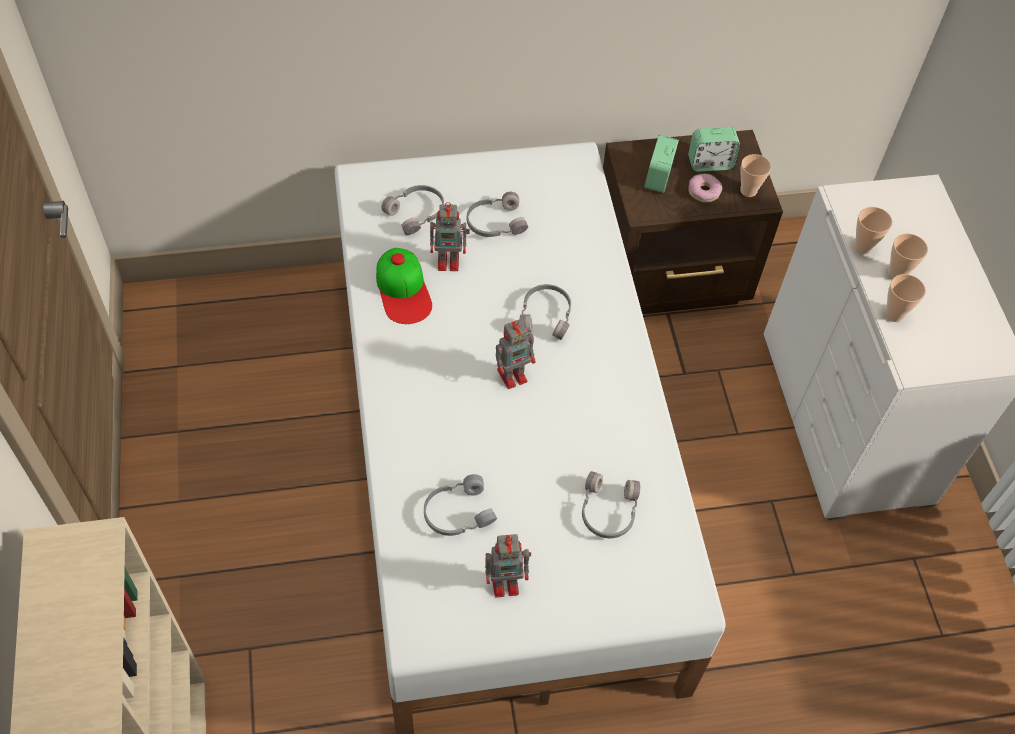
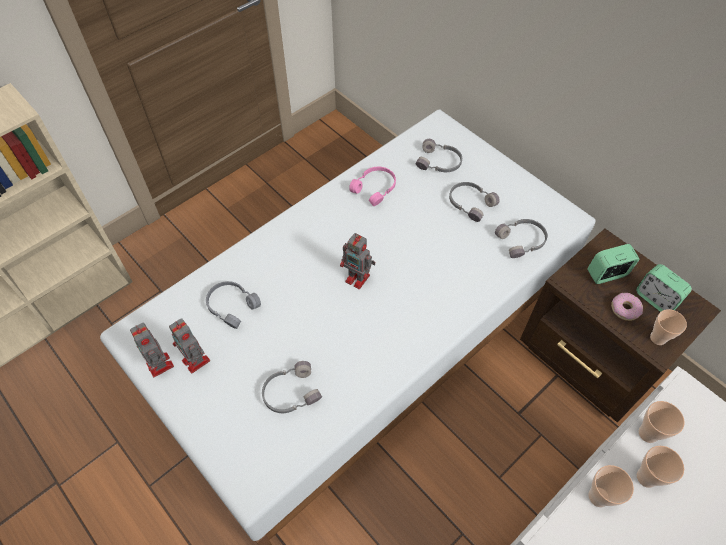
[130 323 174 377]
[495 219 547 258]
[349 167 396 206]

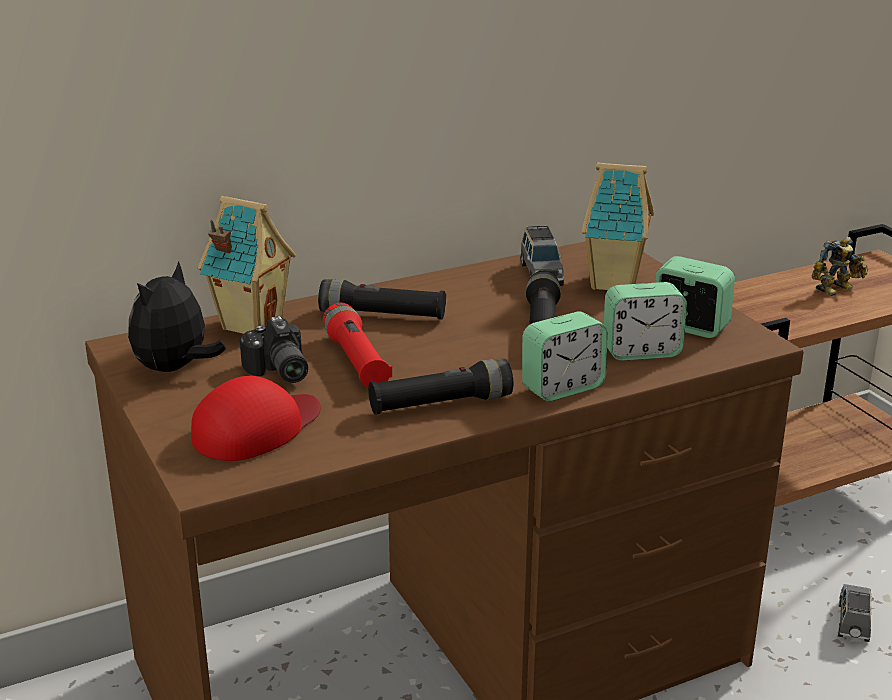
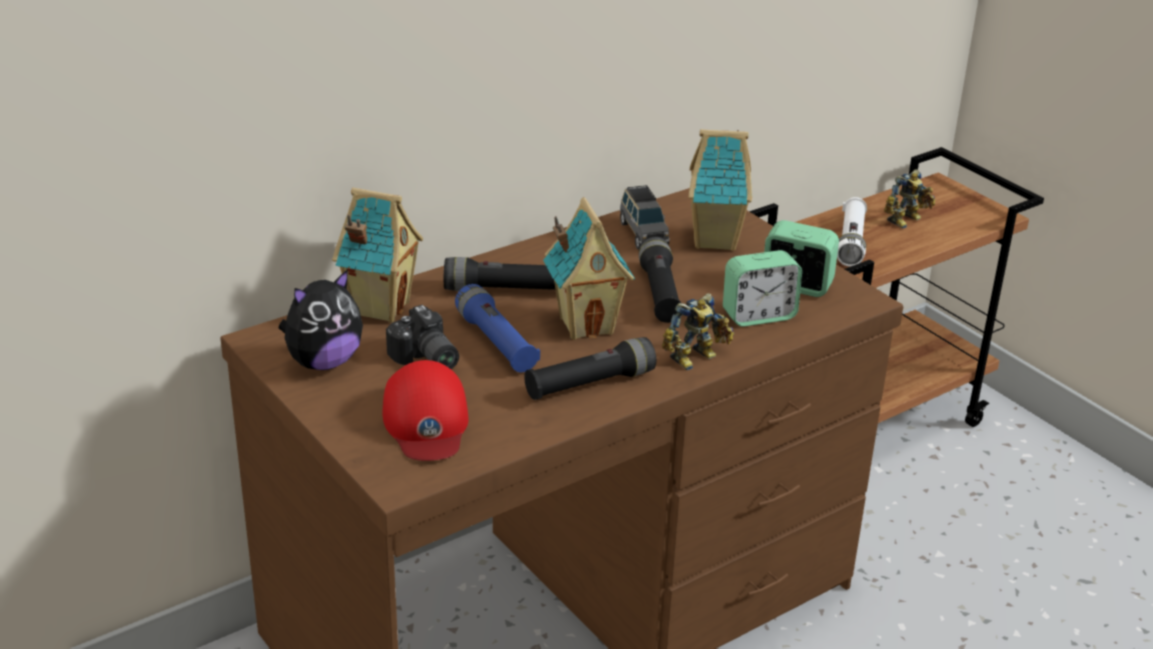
[838 584 874 642] (first image)
[543 197 635 340]
[837 197 867 267]
[662 293 734 370]
[455 284 540 372]
[279 269 363 370]
[382 360 468 461]

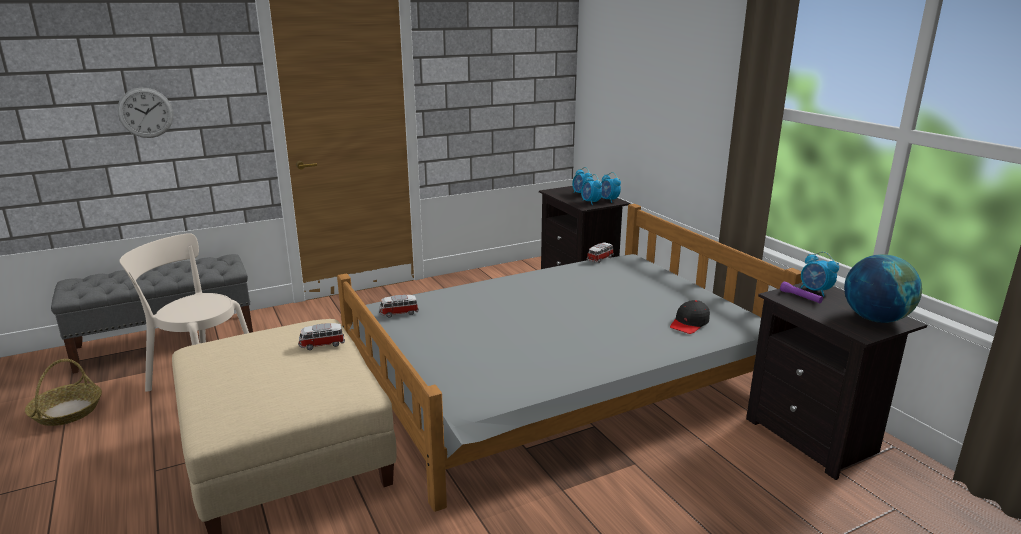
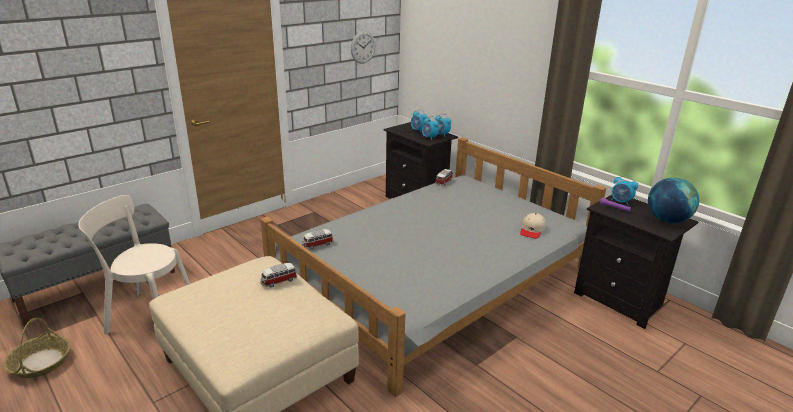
[351 31 375 63]
[520 213 545 239]

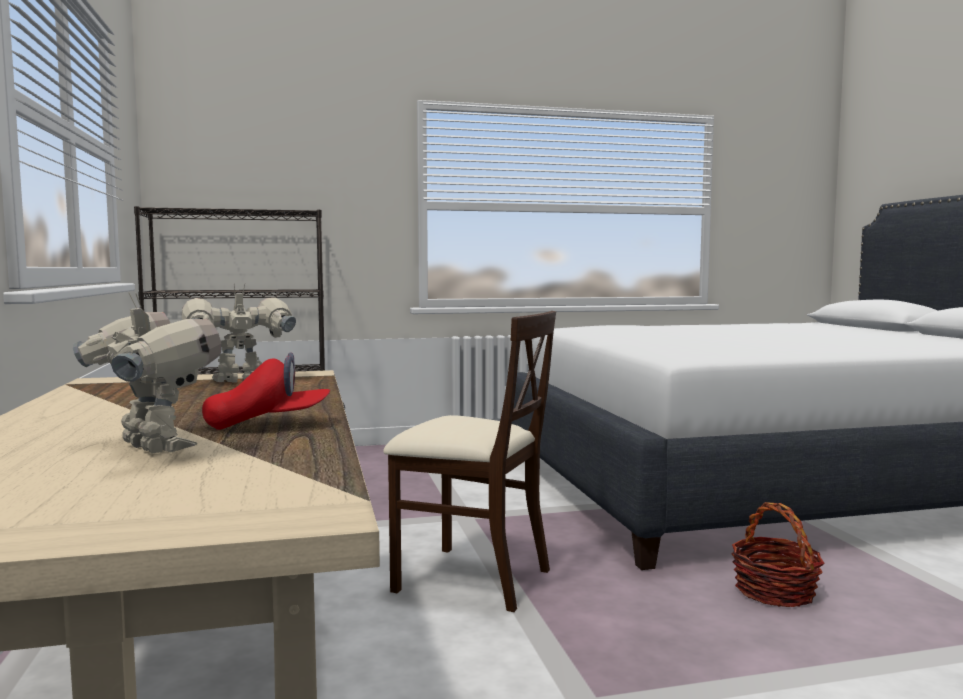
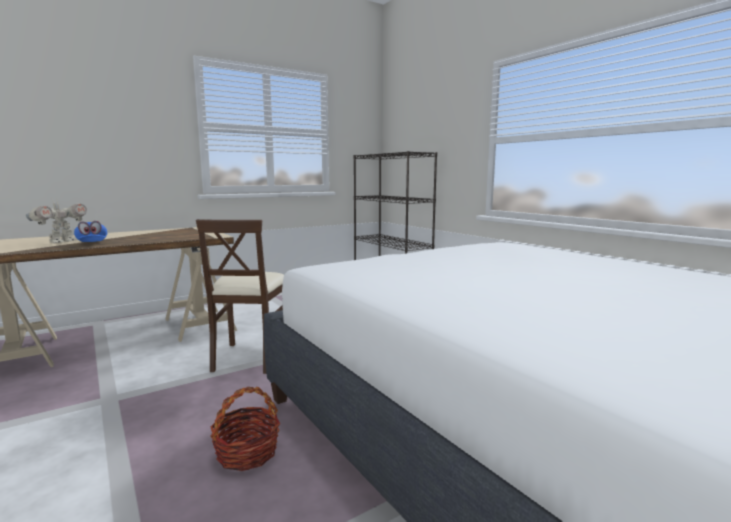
[182 284 296 382] (first image)
[74 221 107 242]

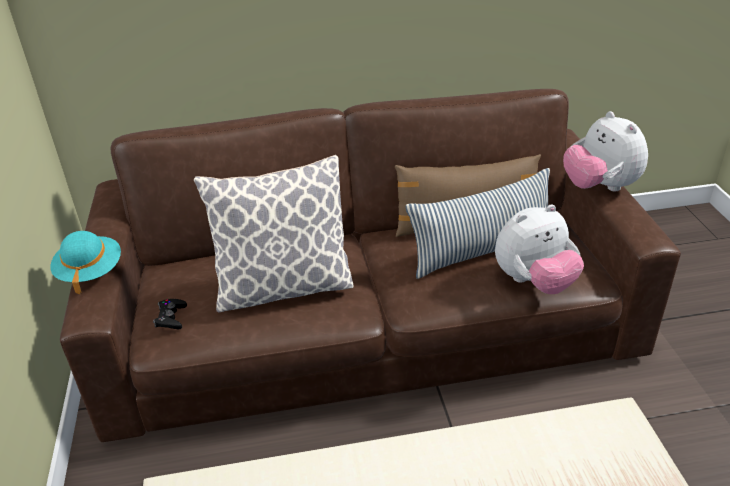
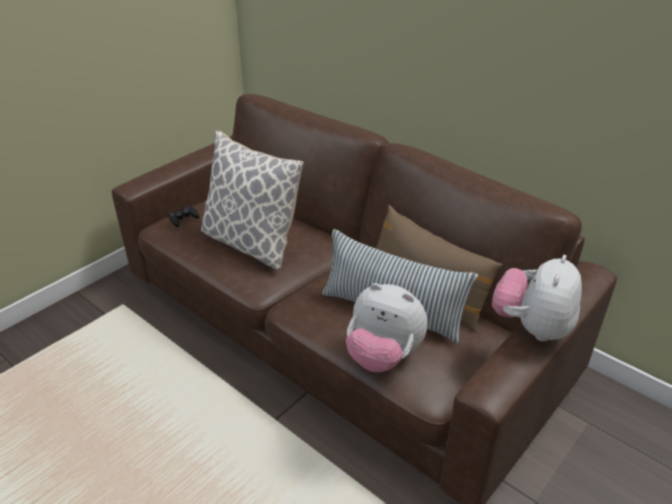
[50 231 121 294] (first image)

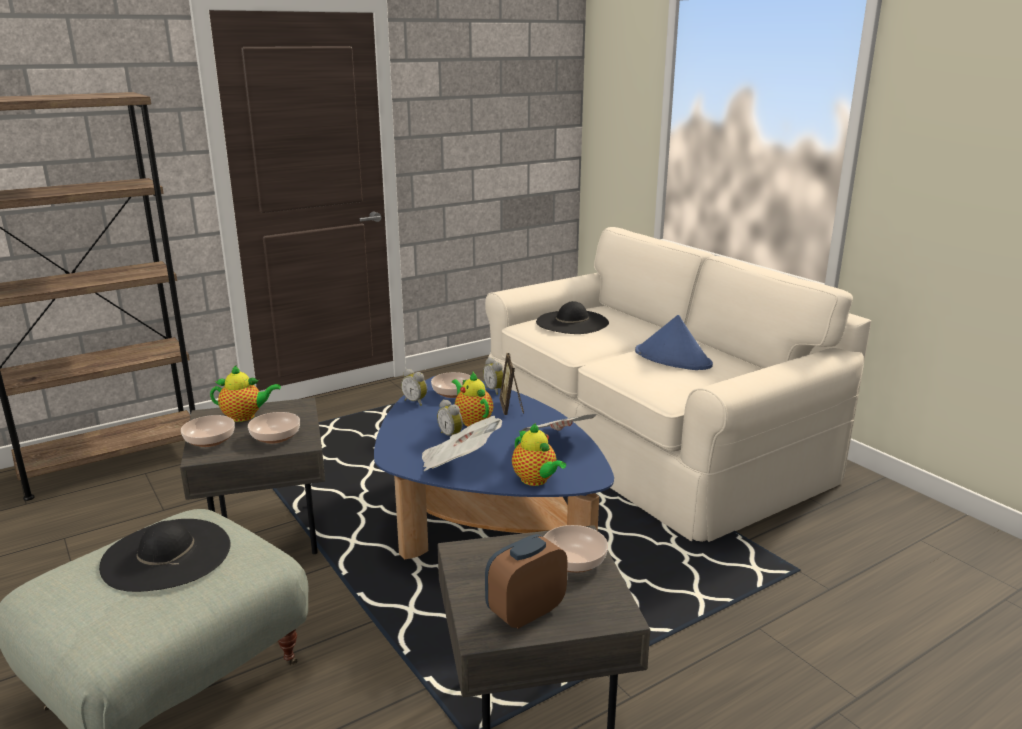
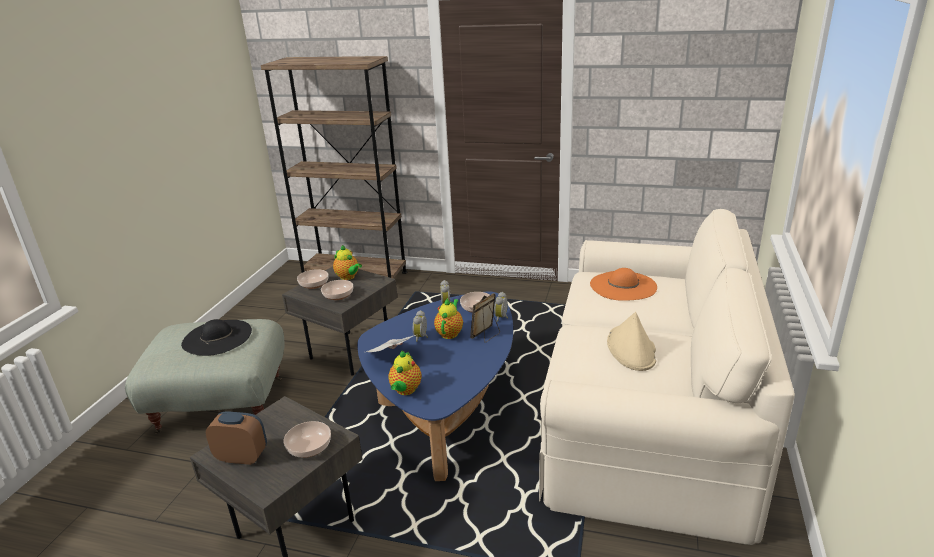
[521 414 597 431] (first image)
[590 268 657 301]
[607 312 656 371]

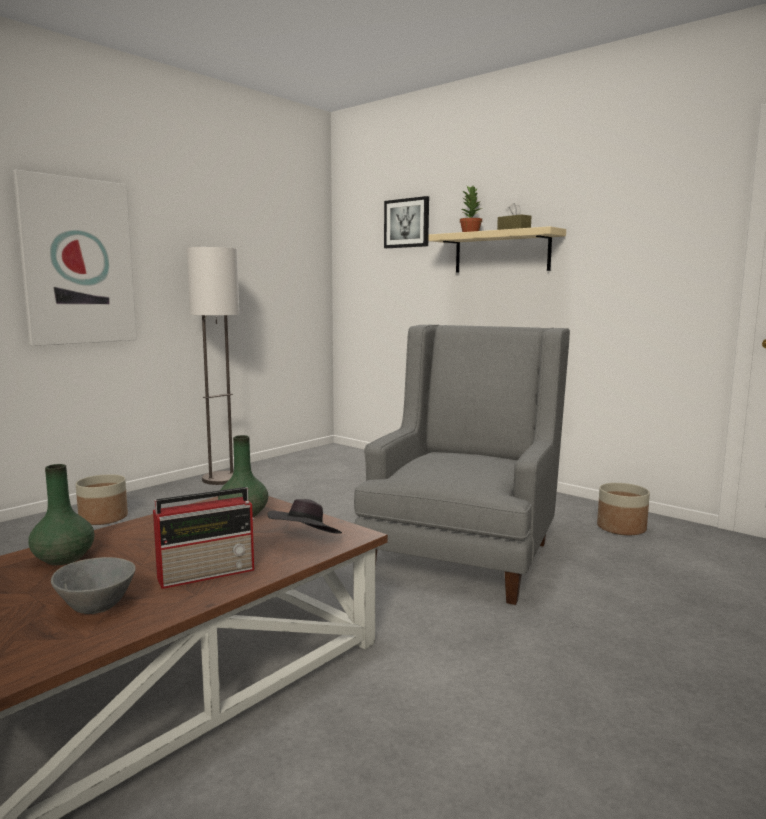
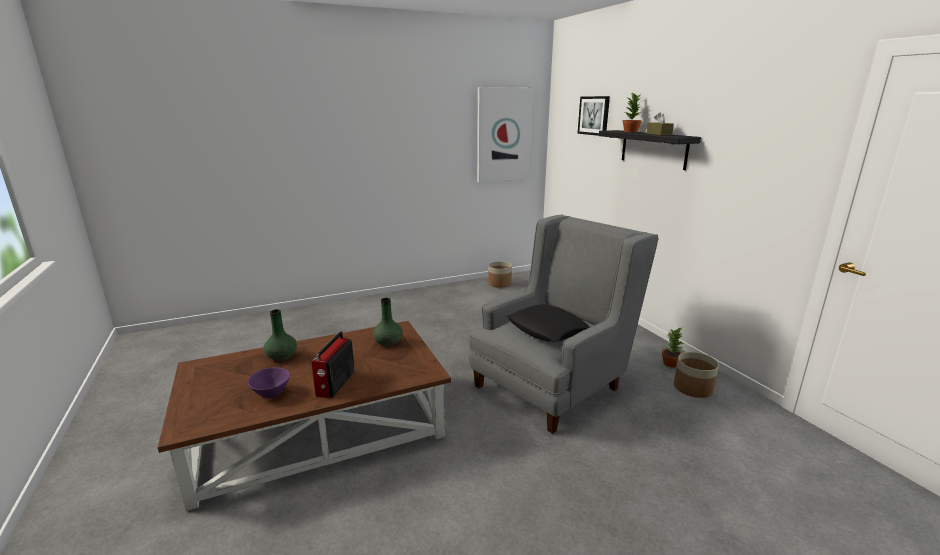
[187 247 239 485] (first image)
[267 499 342 533] (first image)
[507 304 590 342]
[662 328 684 368]
[477 87 534 183]
[488 261 512 288]
[248 367 290 398]
[599 130 701 170]
[311 331 355 398]

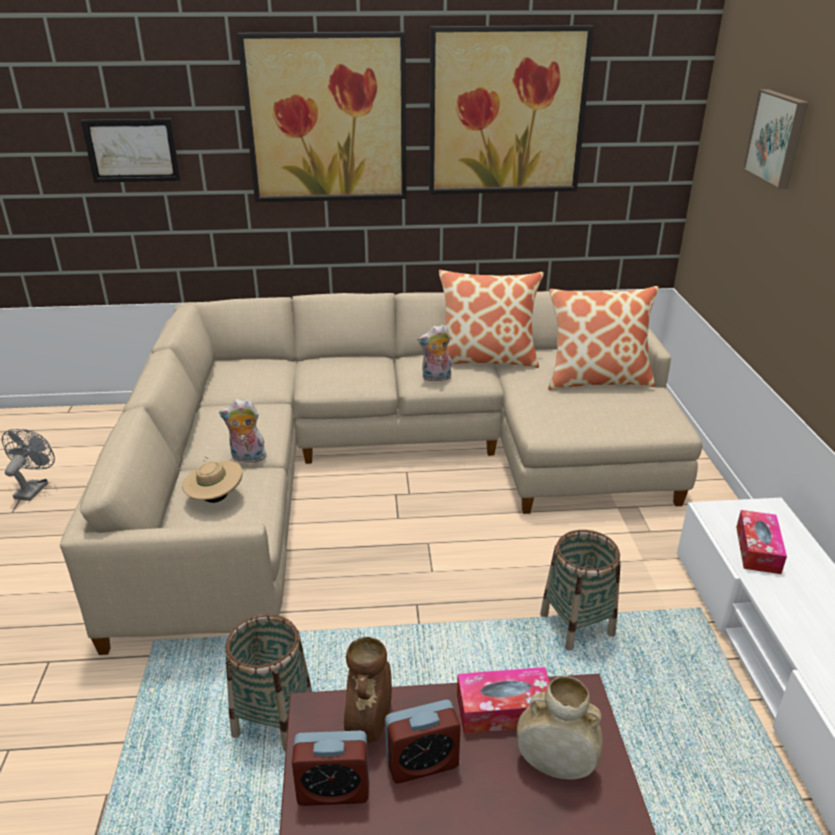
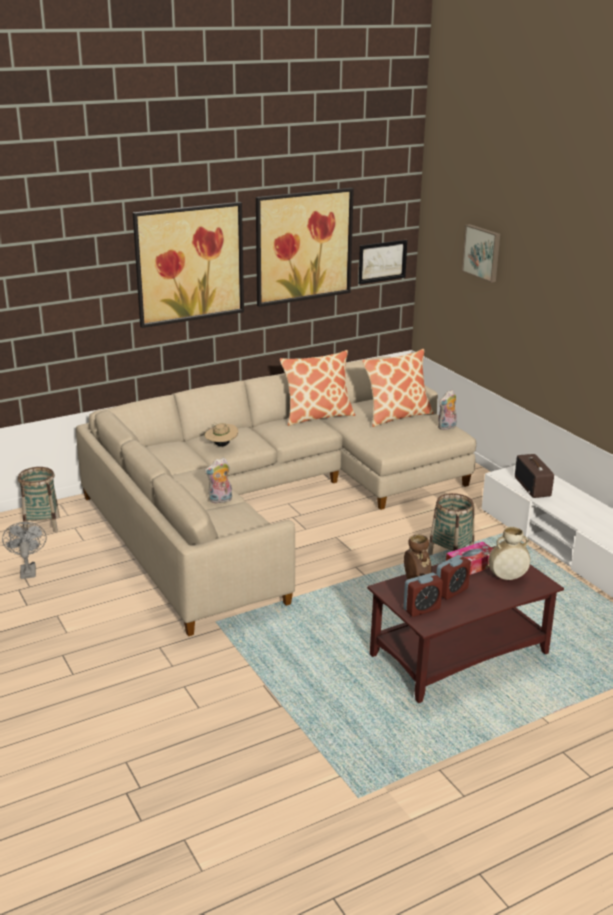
[359 240 407 284]
[205 422 238 447]
[18 467 60 532]
[438 390 457 430]
[515 454 554 498]

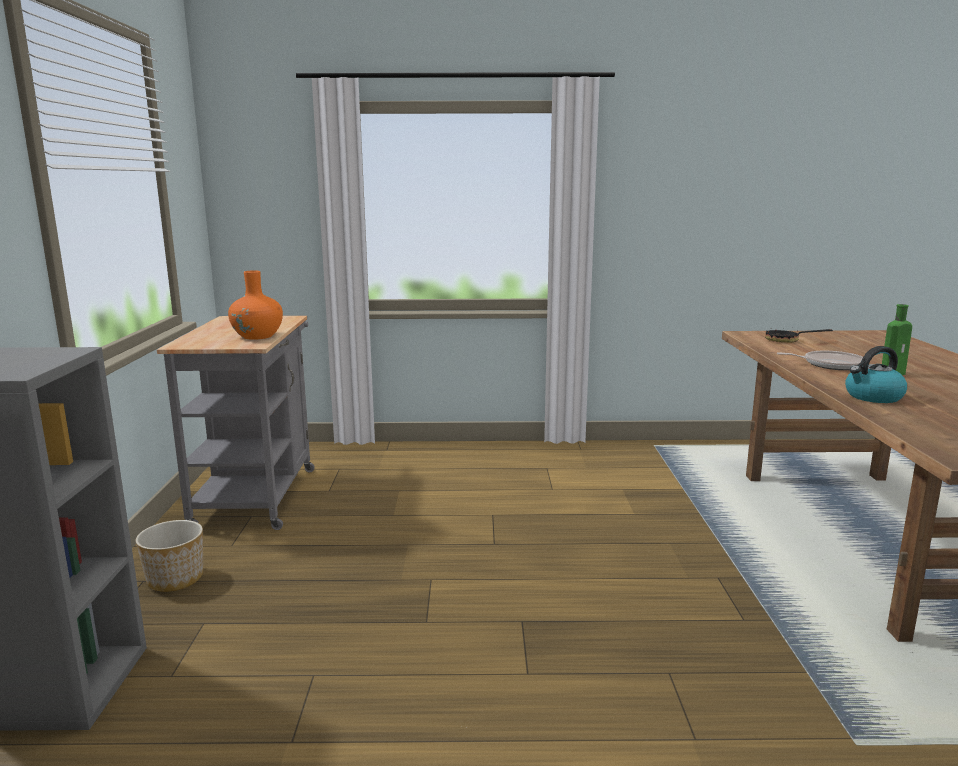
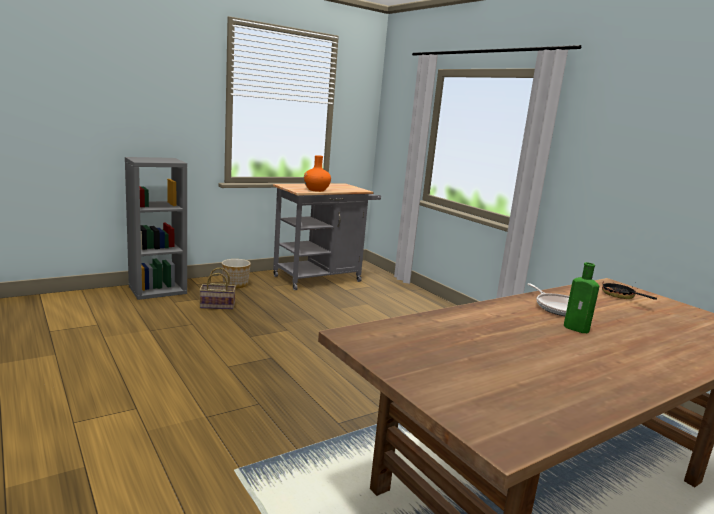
[845 346 907 403] (first image)
[199 268 236 309]

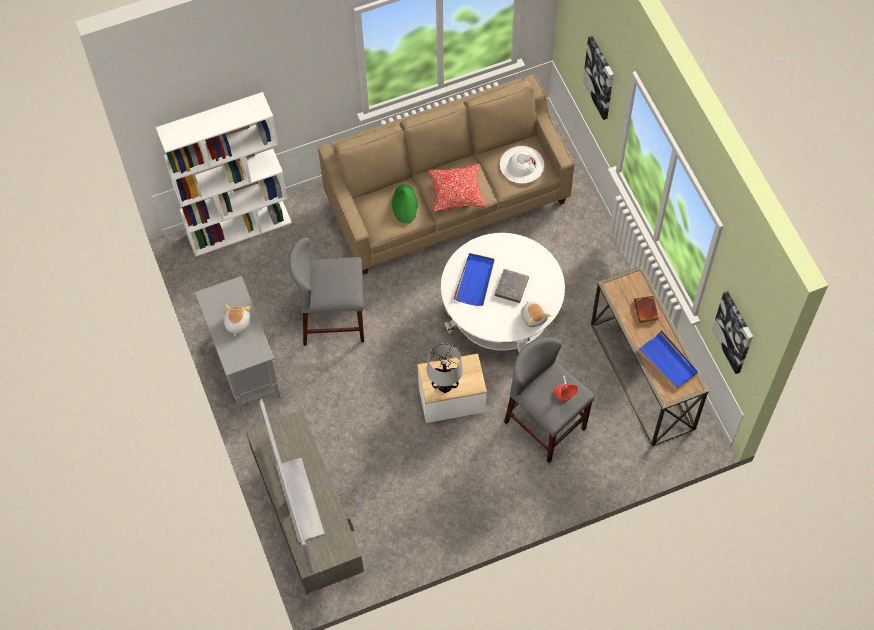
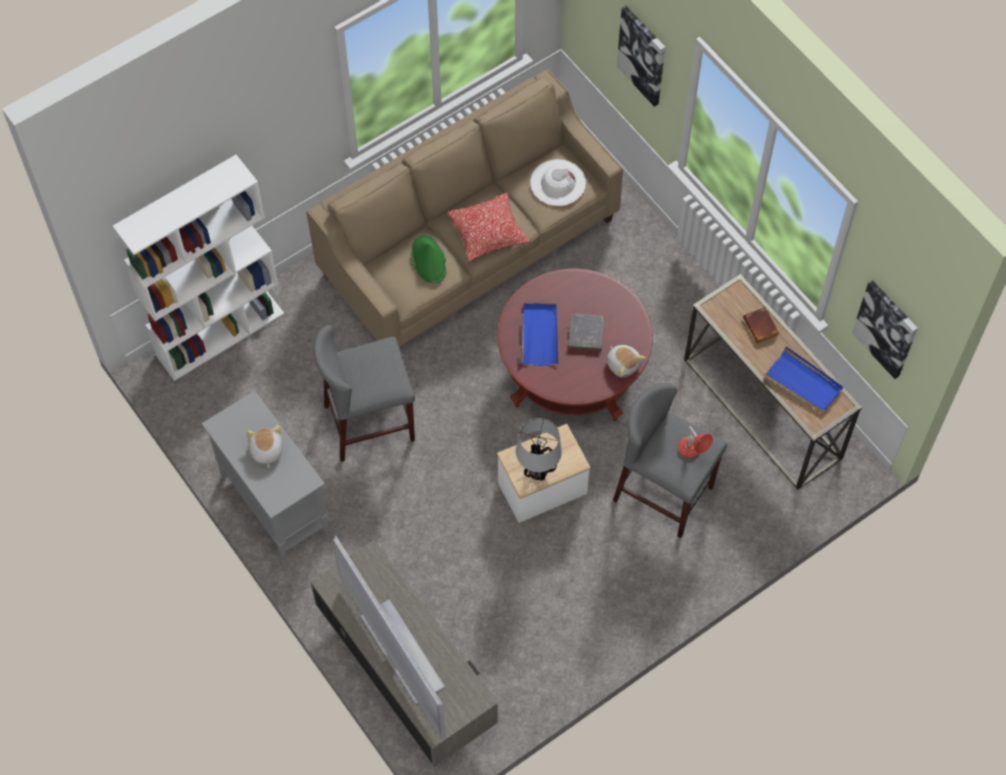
[497 269 653 421]

